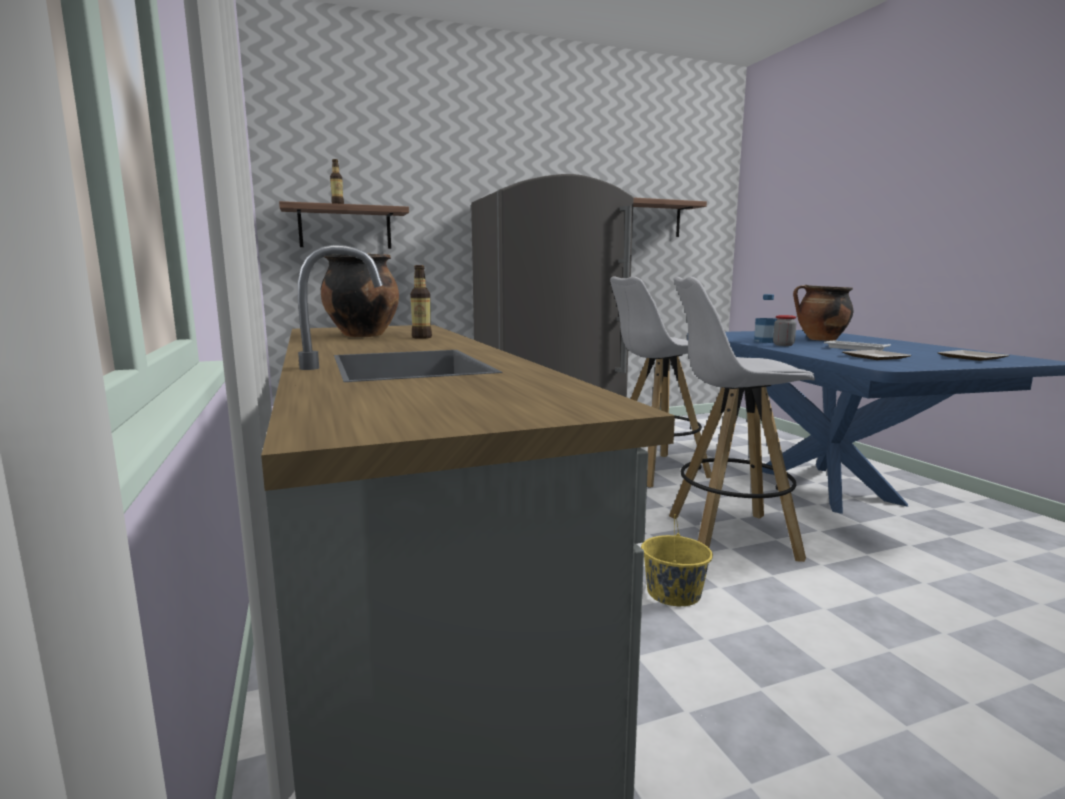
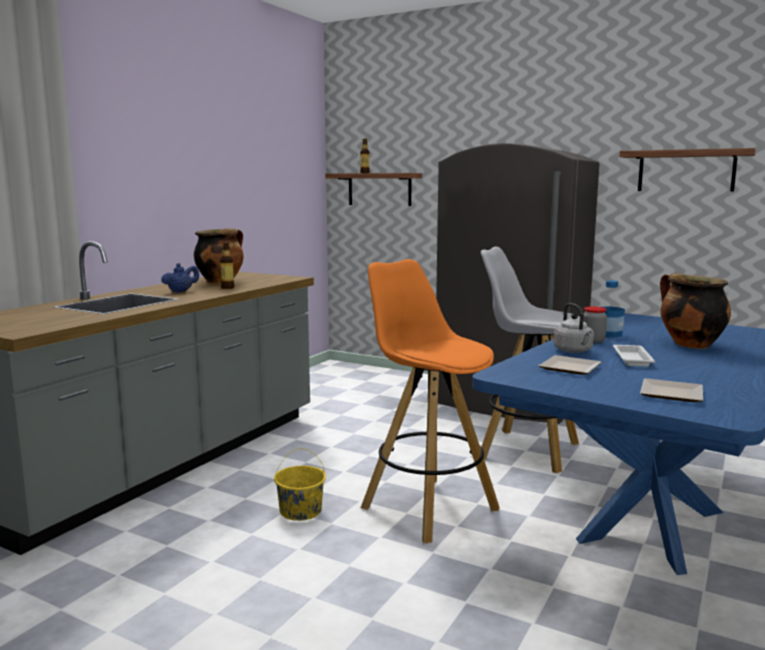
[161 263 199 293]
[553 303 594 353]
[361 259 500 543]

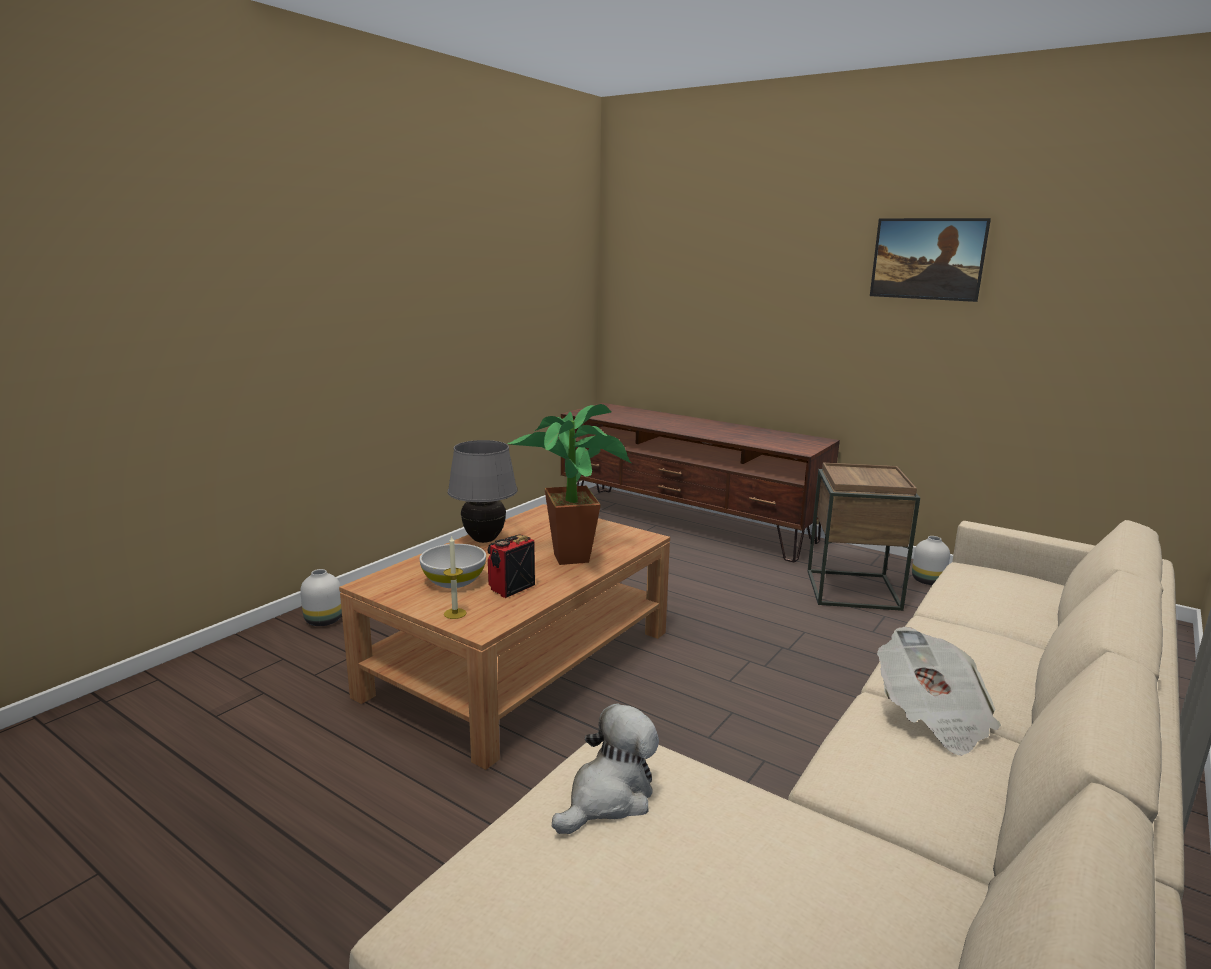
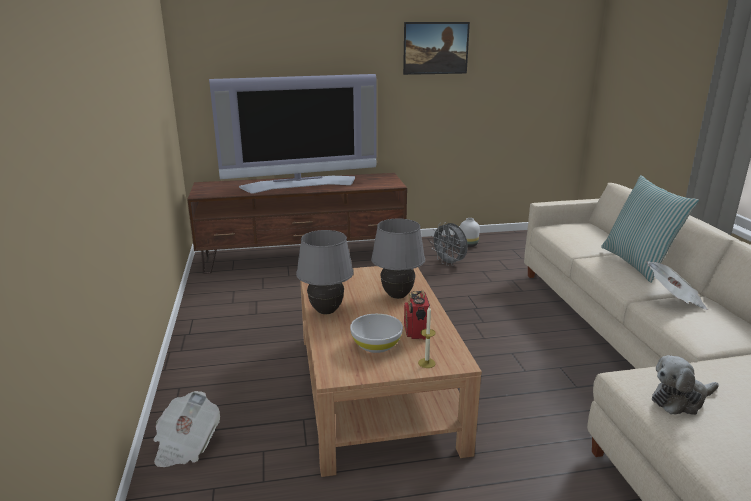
[209 74 377 194]
[601 175 699 283]
[153 391 220 467]
[371 219 425 299]
[430 222 468 266]
[652 355 719 415]

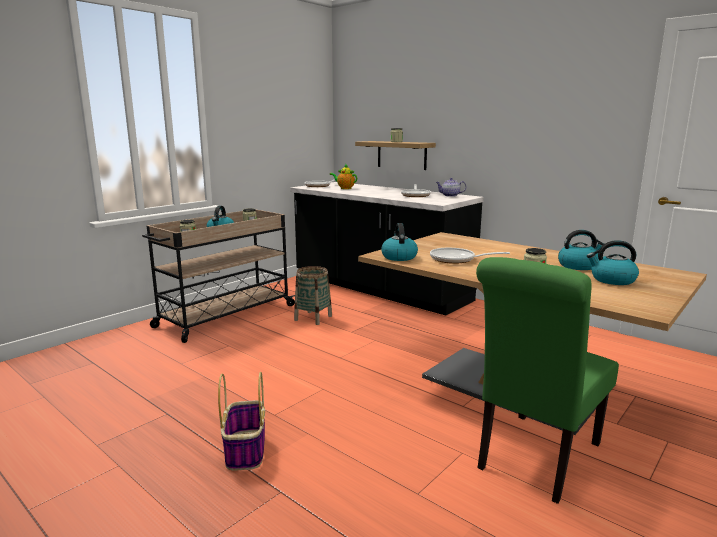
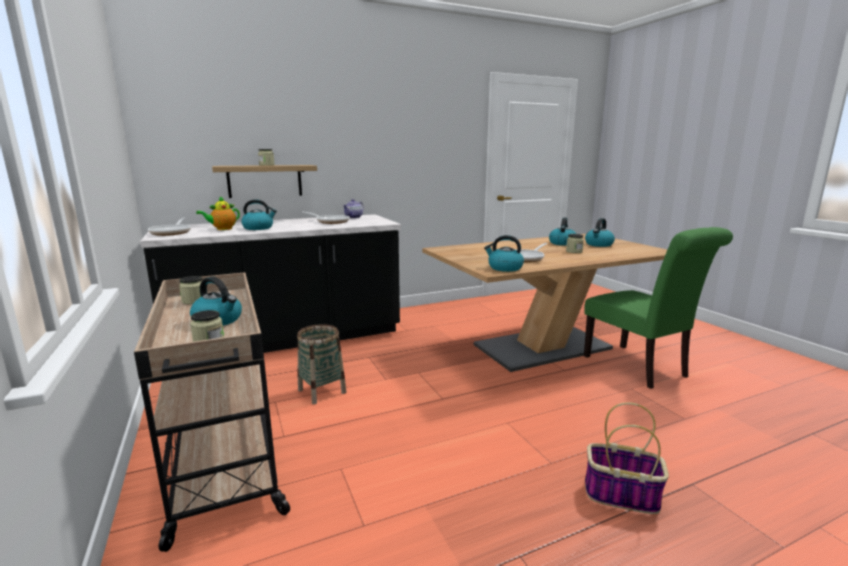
[241 199 277 230]

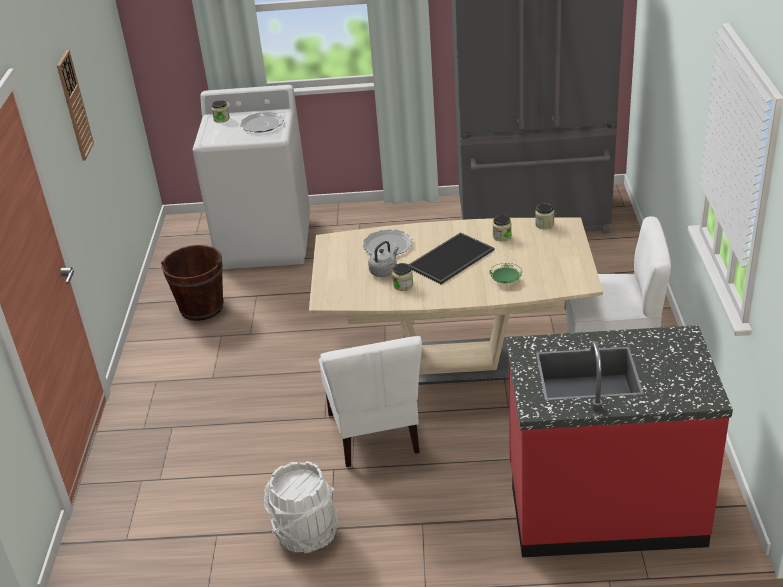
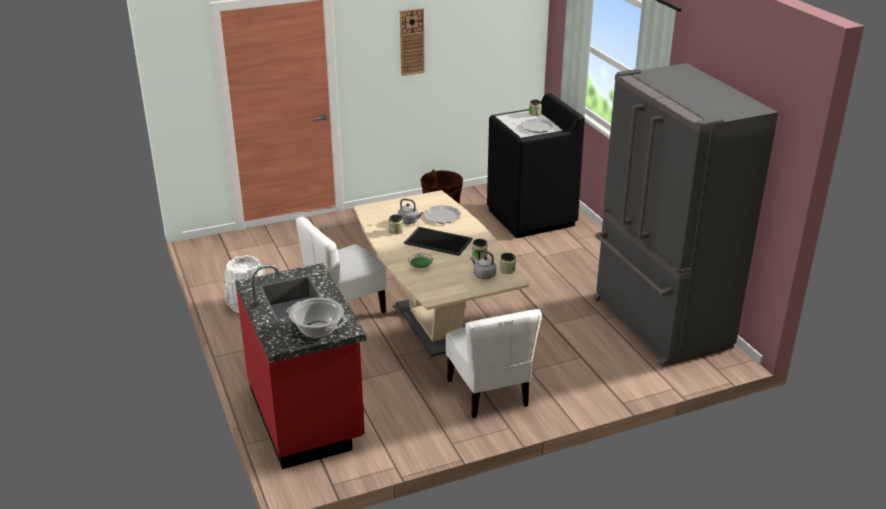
[287 298 347 338]
[470 250 496 279]
[487 93 585 238]

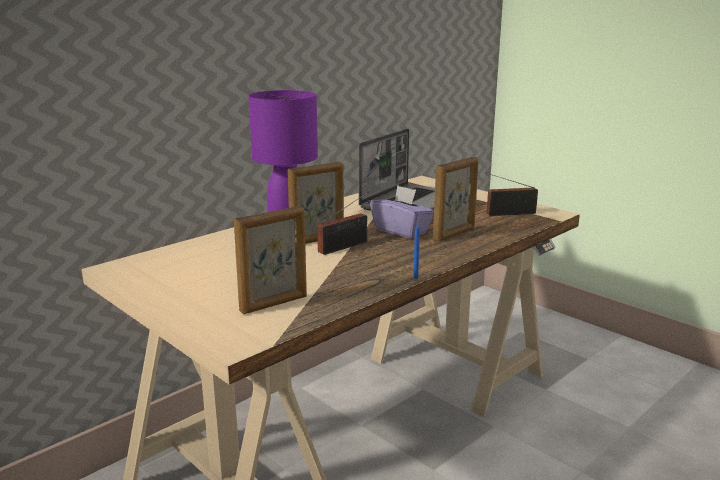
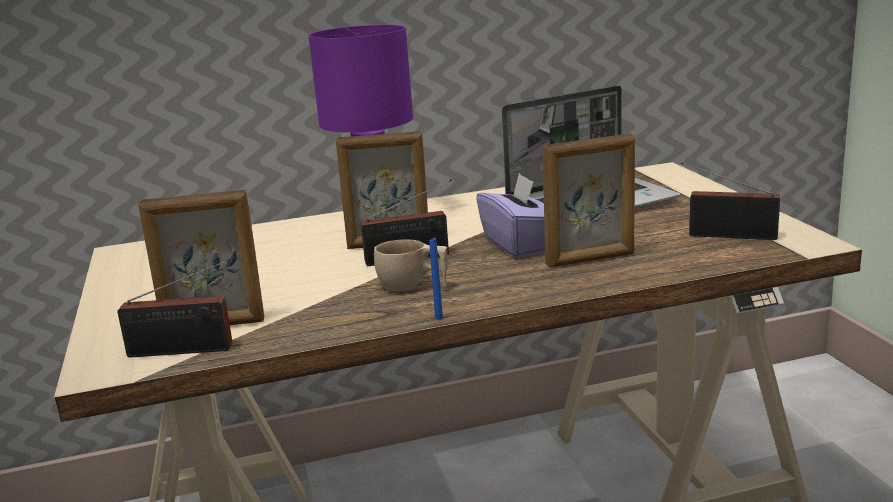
[117 259 232 358]
[374 240 448 291]

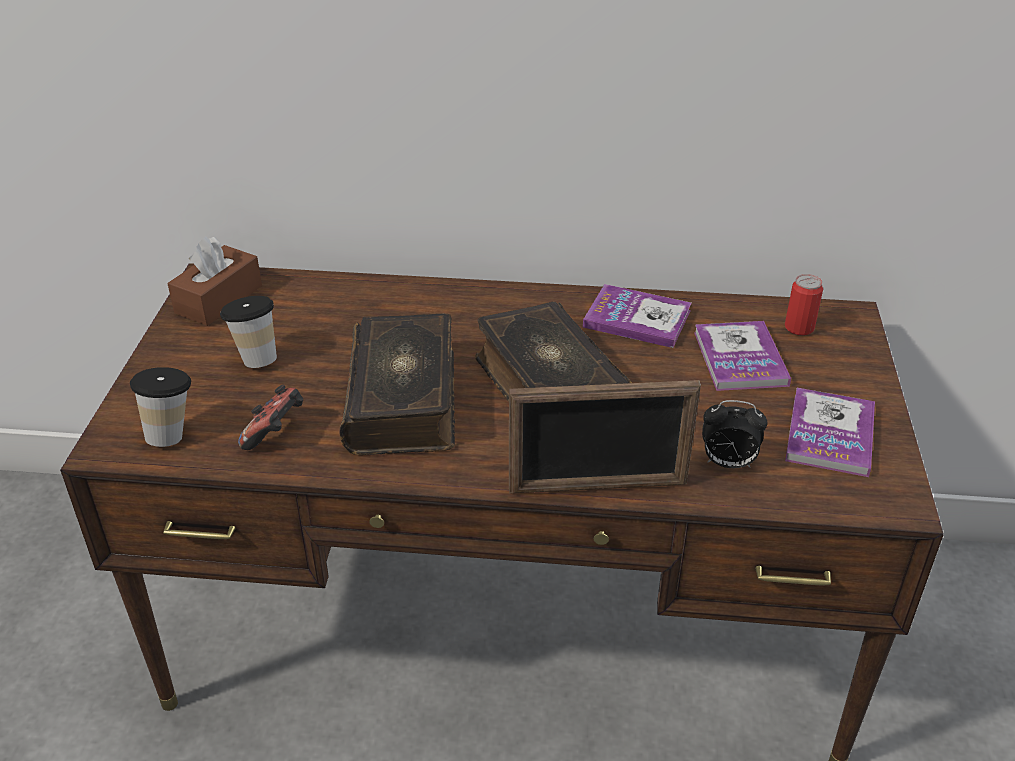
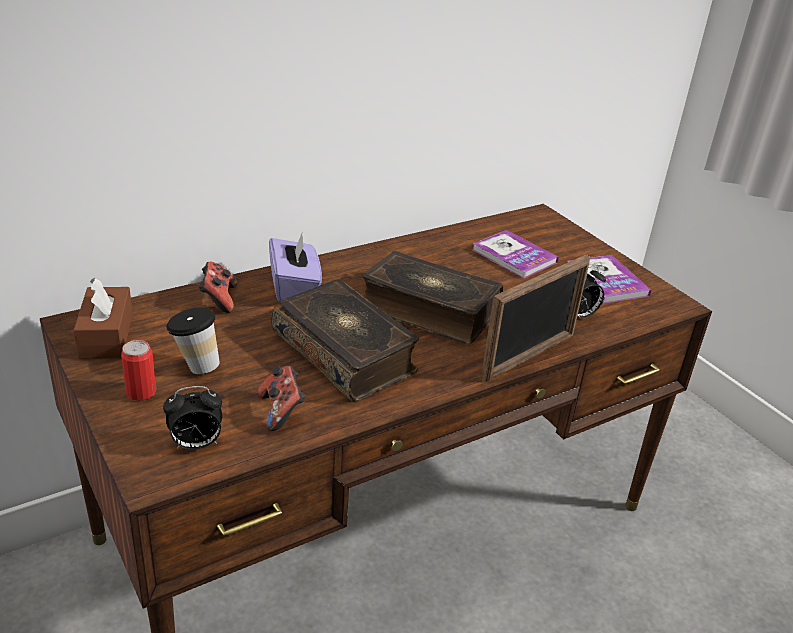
[583 284 691 348] (first image)
[198 262 237 313]
[269 231 322 302]
[121 340 156 401]
[163 386 222 449]

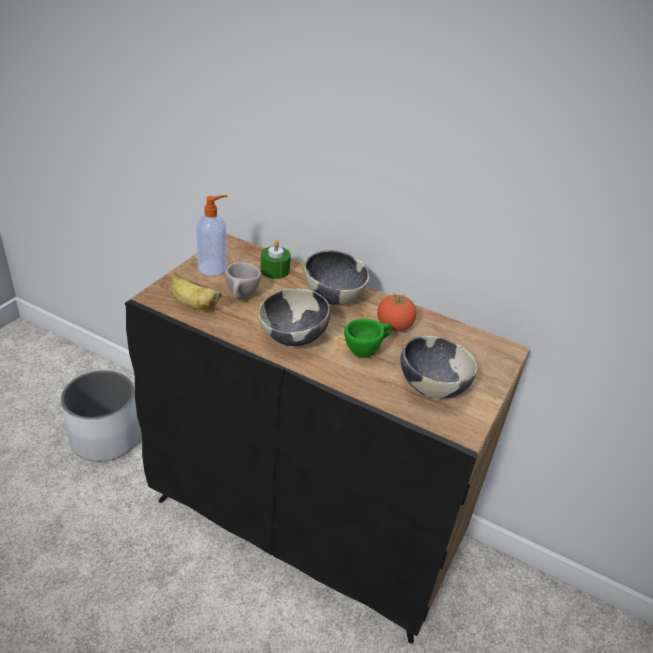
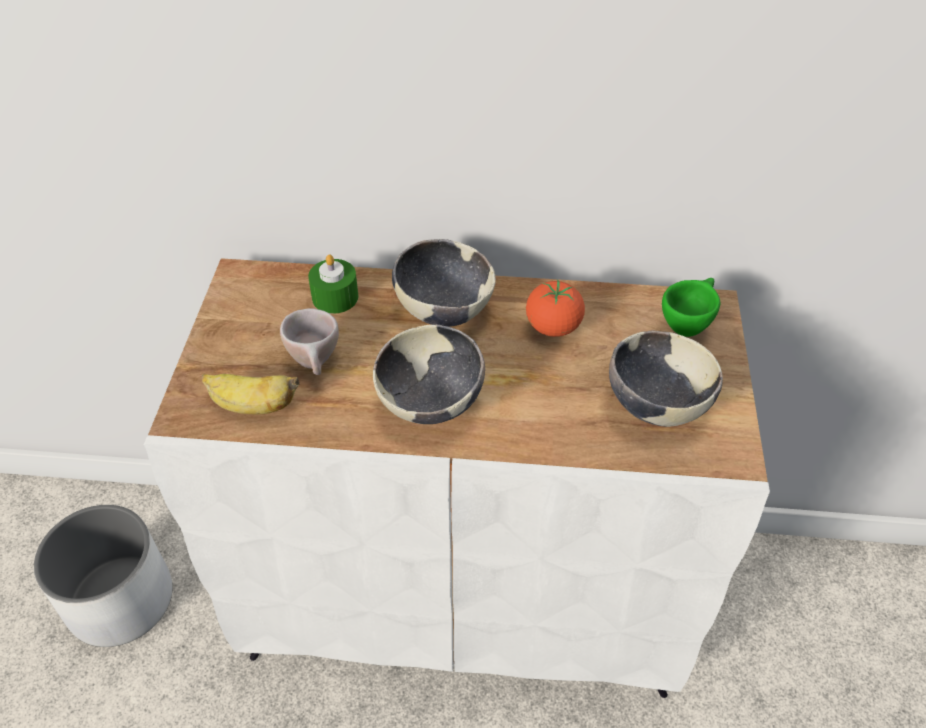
[196 195 227 276] (first image)
[662 278 720 337]
[143 258 770 698]

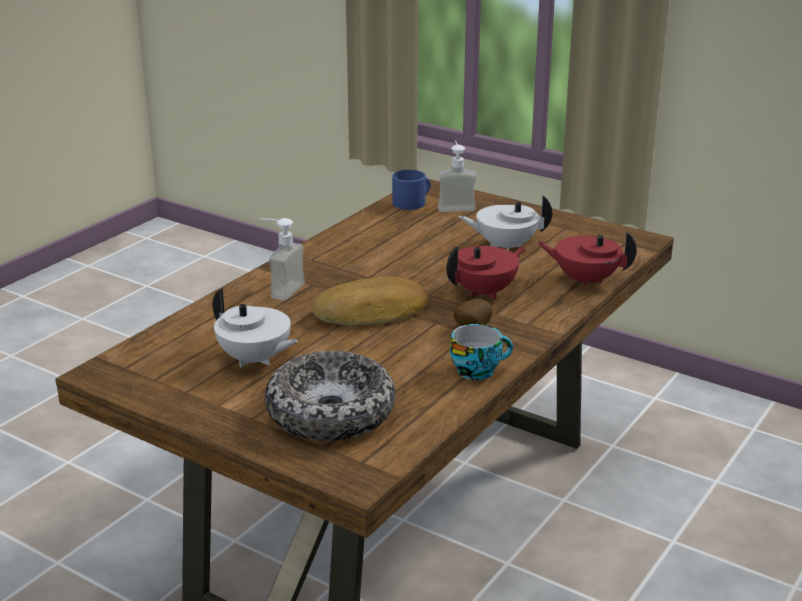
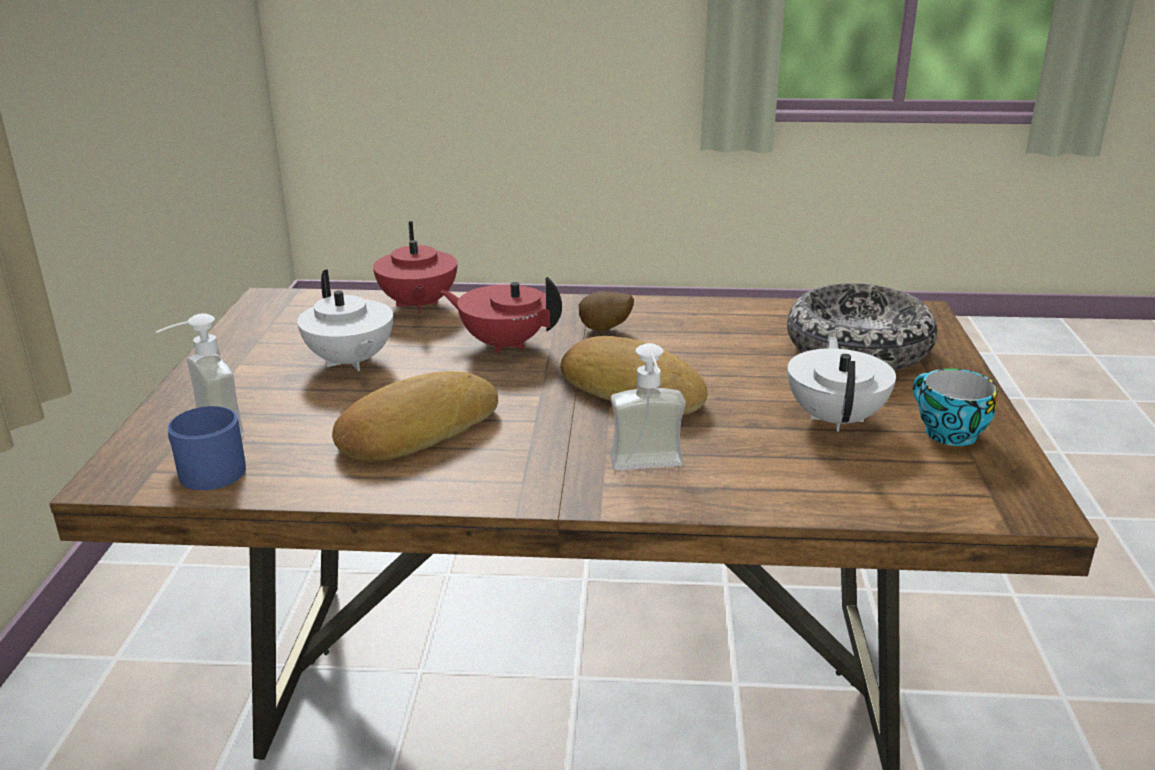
[332 371 498 461]
[913 368 998 446]

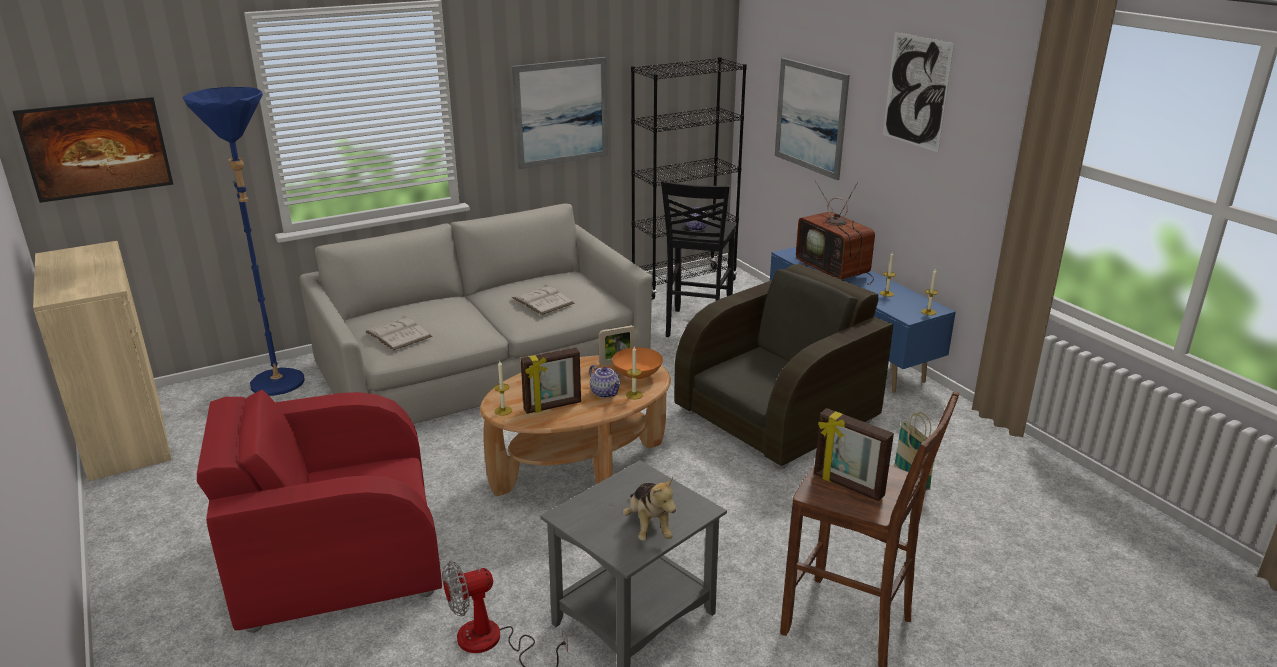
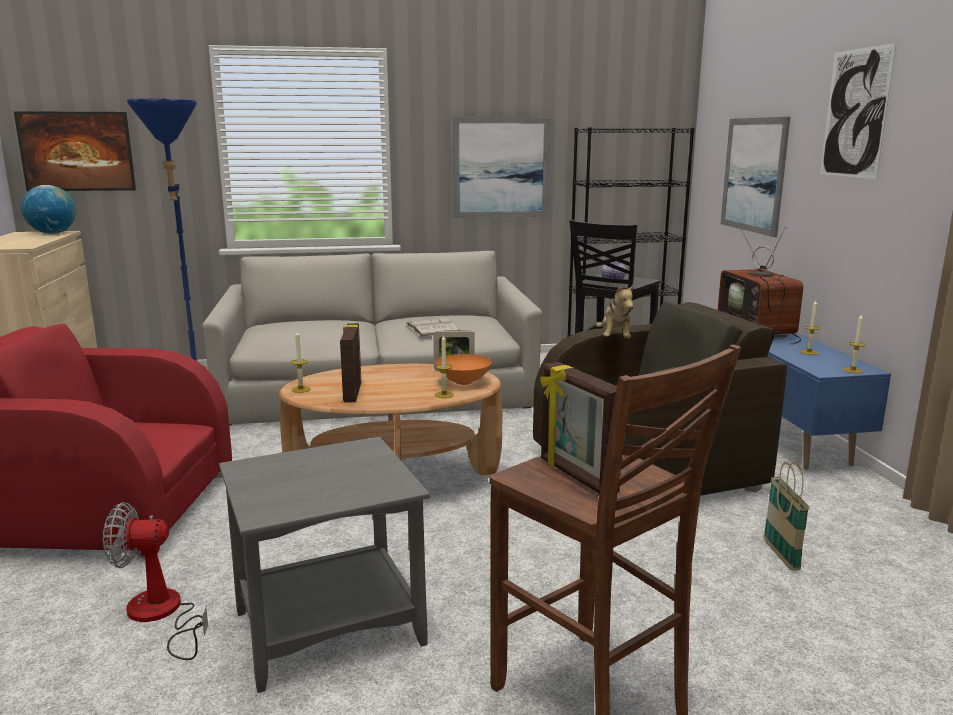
[365 316 432 350] (first image)
[589 365 621 398] (first image)
[21 185 76 234]
[596 284 634 338]
[340 323 361 403]

